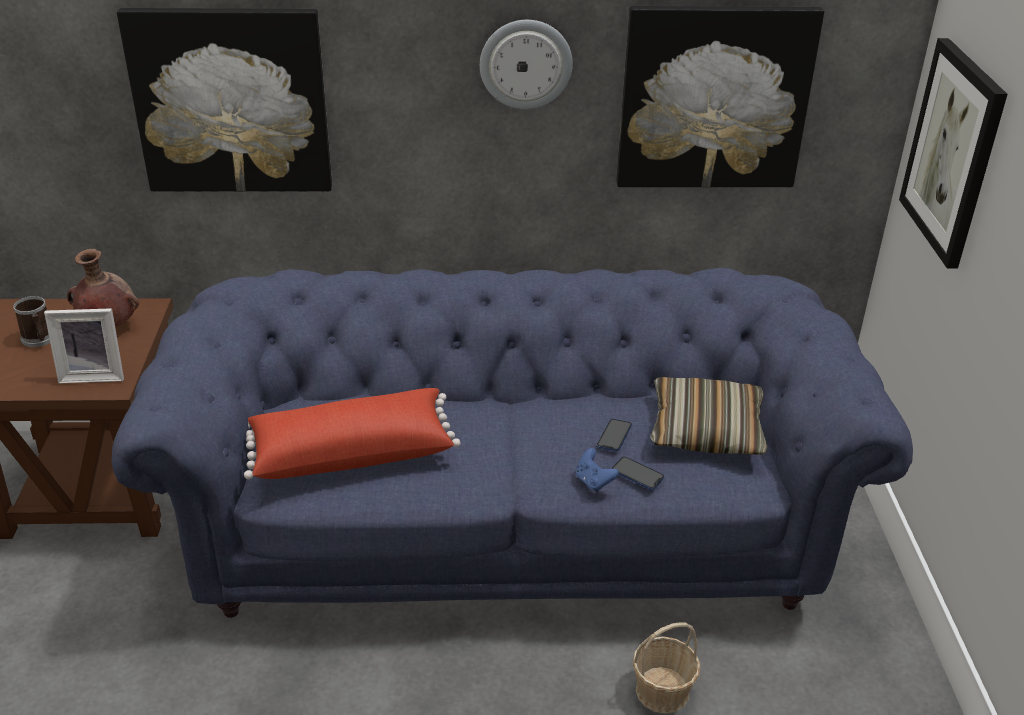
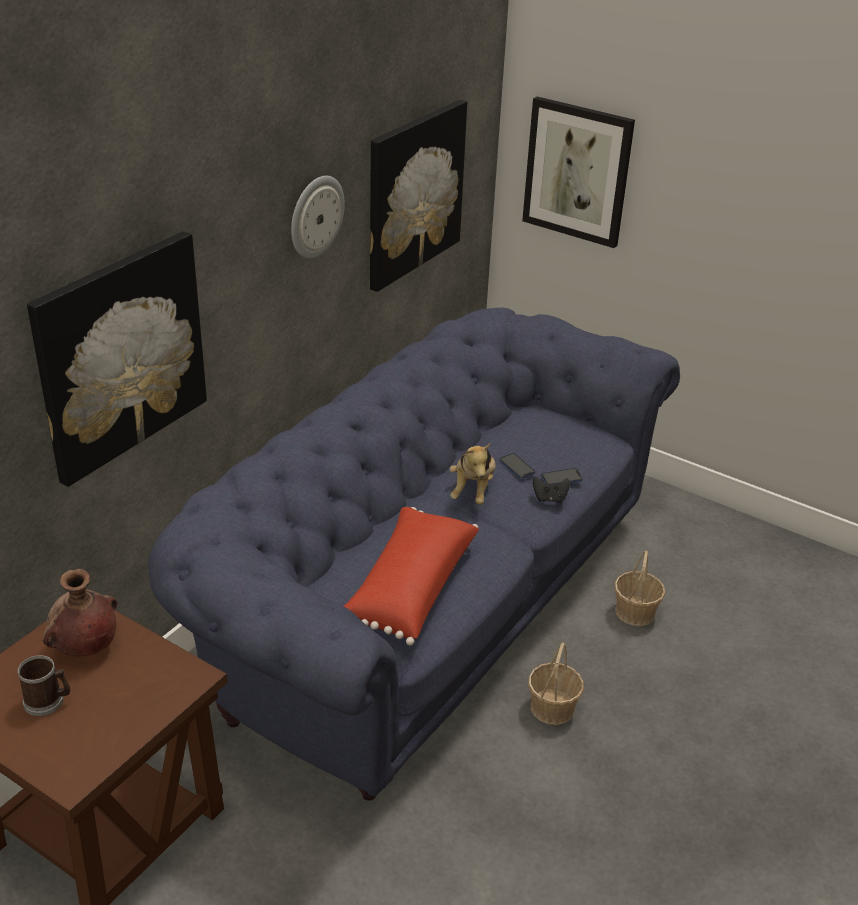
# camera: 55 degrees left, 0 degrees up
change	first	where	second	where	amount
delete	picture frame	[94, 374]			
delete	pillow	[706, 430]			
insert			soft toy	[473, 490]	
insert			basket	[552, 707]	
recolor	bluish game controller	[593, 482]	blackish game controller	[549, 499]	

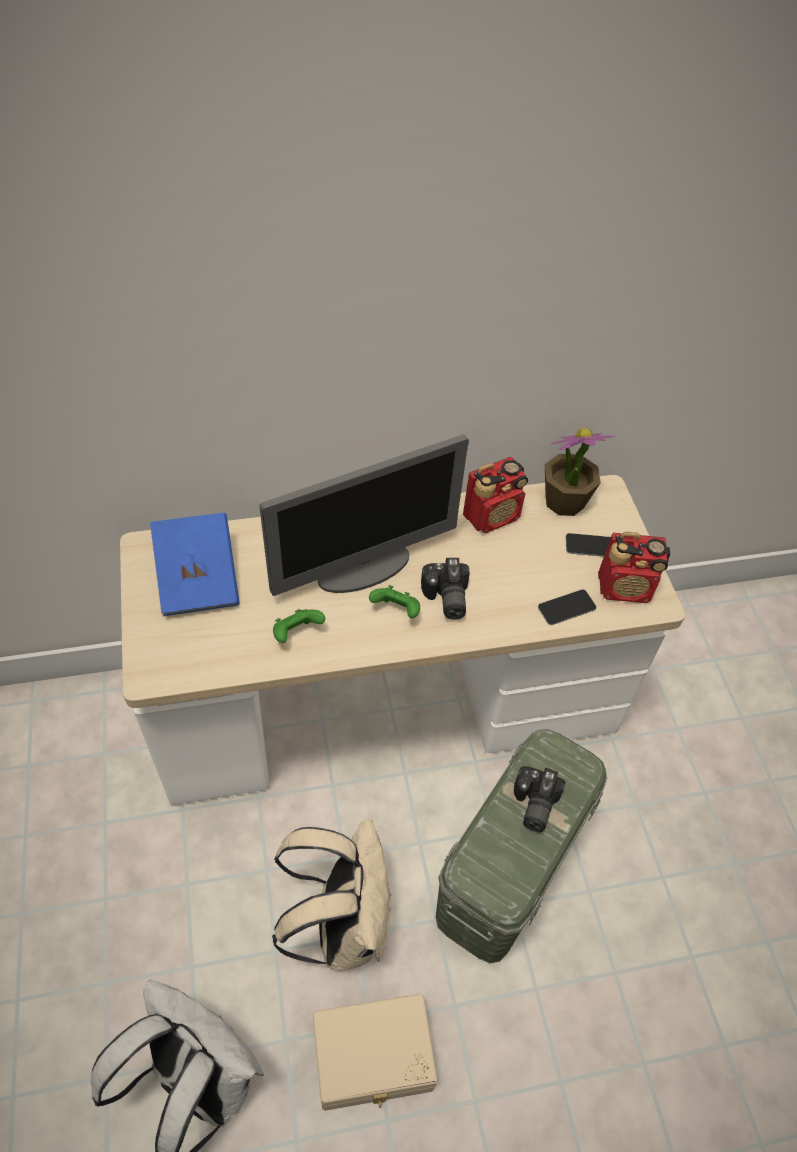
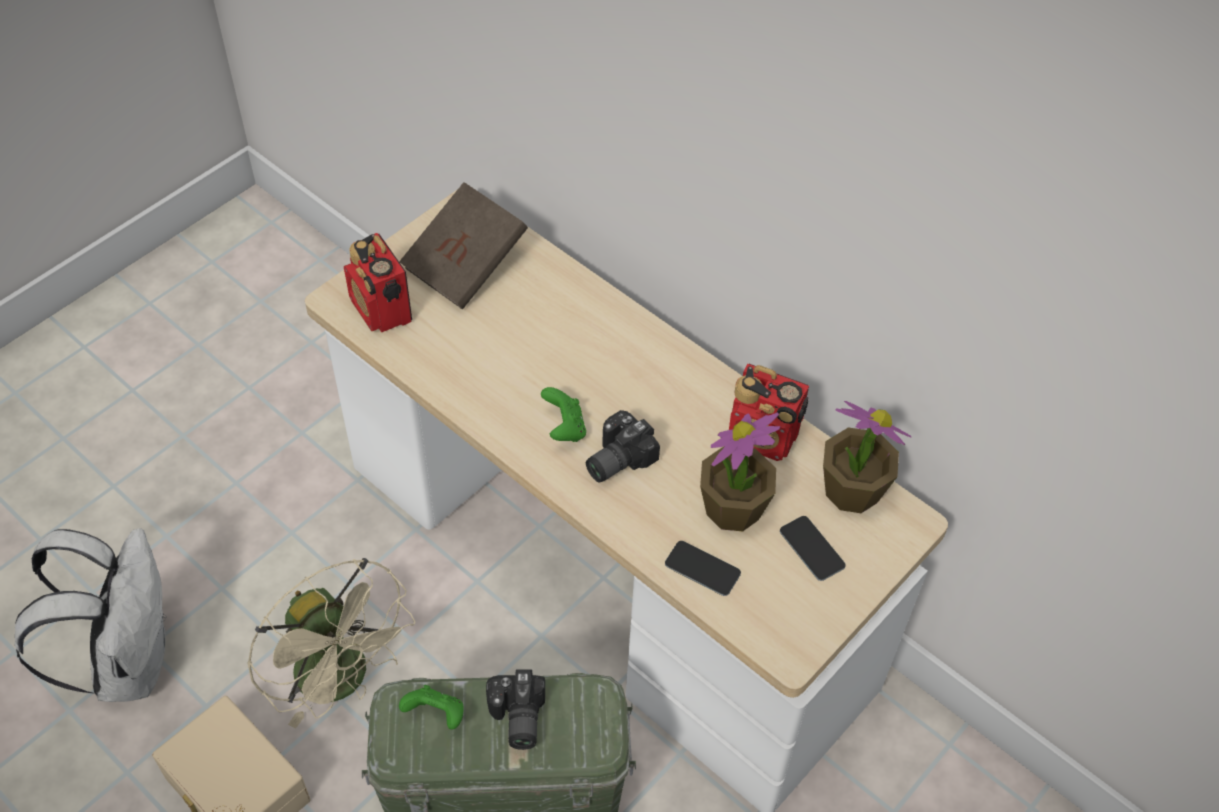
# camera: 55 degrees right, 0 degrees up
change	first	where	second	where	amount
delete	computer display	[365, 568]			
insert			houseplant	[733, 509]	
move	green game controller	[296, 633]		[436, 715]	
move	radio set	[625, 588]		[381, 311]	
replace	sand-coloured backpack	[341, 923]	sand-coloured electric fan	[343, 681]	
recolor	bluish book	[198, 579]	brownish book	[465, 265]	
rotate	still camera	[532, 804]		[515, 718]	75 degrees counterclockwise

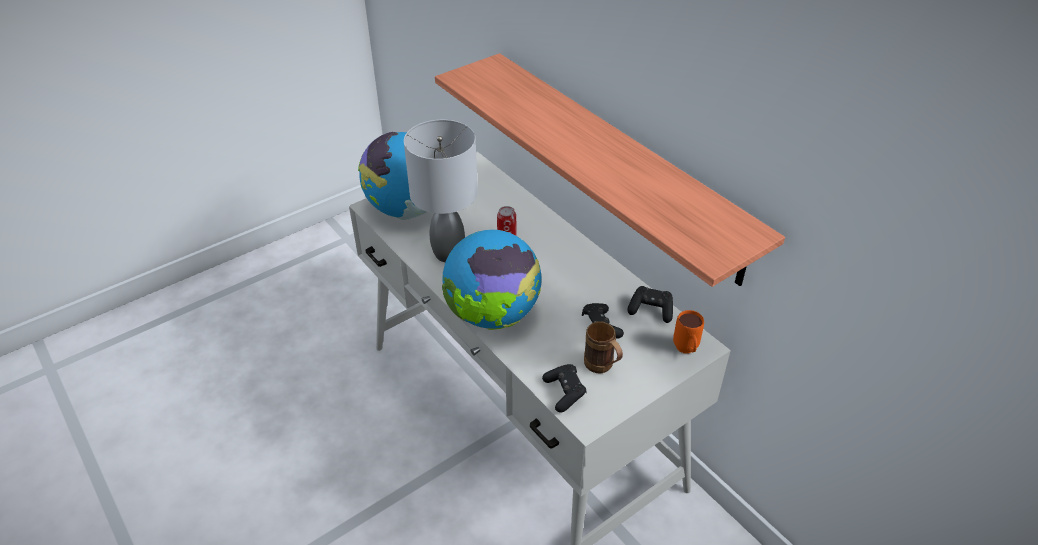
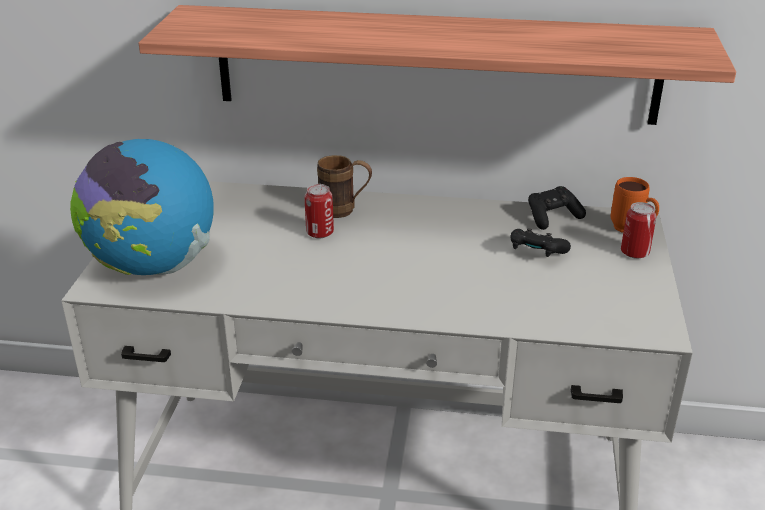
# camera: 45 degrees left, 10 degrees down
change	first	where	second	where	amount
delete	greyish table lamp	[449, 253]			
delete	world globe	[493, 315]			
delete	blackish game controller	[564, 392]			
insert			metal can	[634, 253]	
move	brownish mug	[602, 367]		[345, 211]	

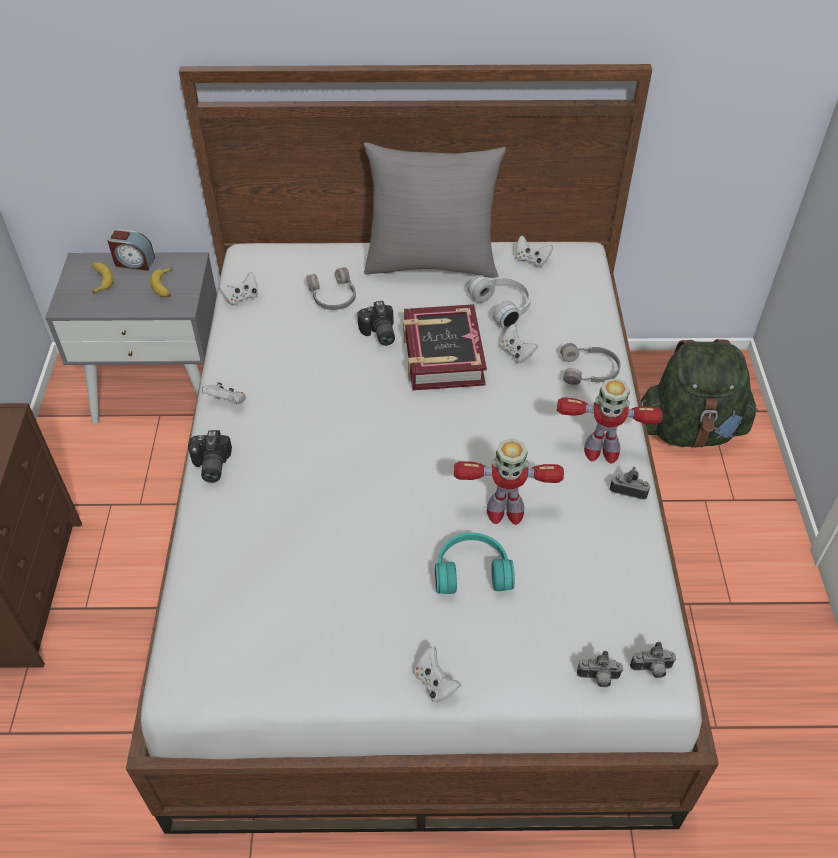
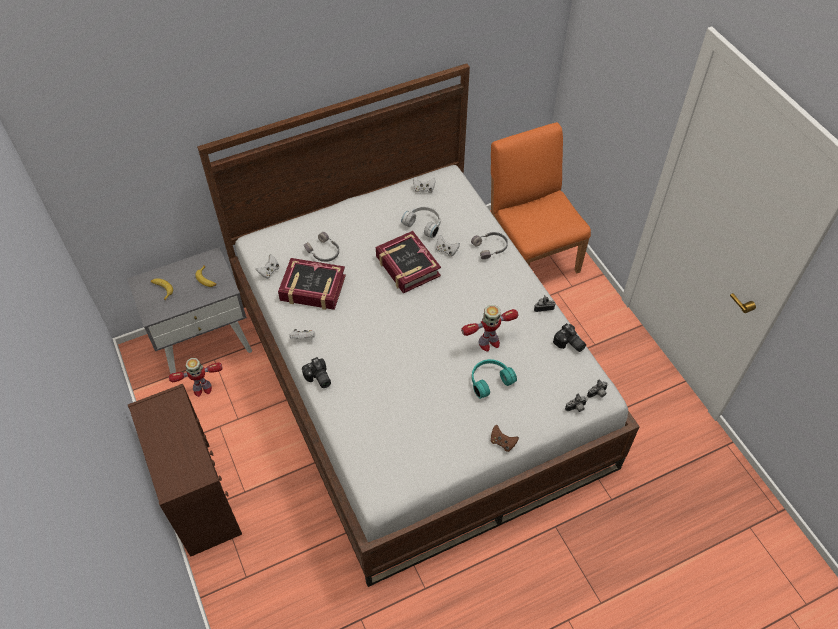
# camera: 25 degrees left, 5 degrees up
change	first	where	second	where	amount
delete	alarm clock	[134, 262]			
delete	greyish pillow	[431, 263]			
insert			book	[313, 288]	
move	still camera	[378, 334]		[569, 344]	
move	model robot	[600, 450]		[202, 389]	
replace	green backpack	[689, 430]	orange plain chair	[531, 253]	
recolor	white-coloured game controller	[435, 683]	brownish game controller	[502, 442]	

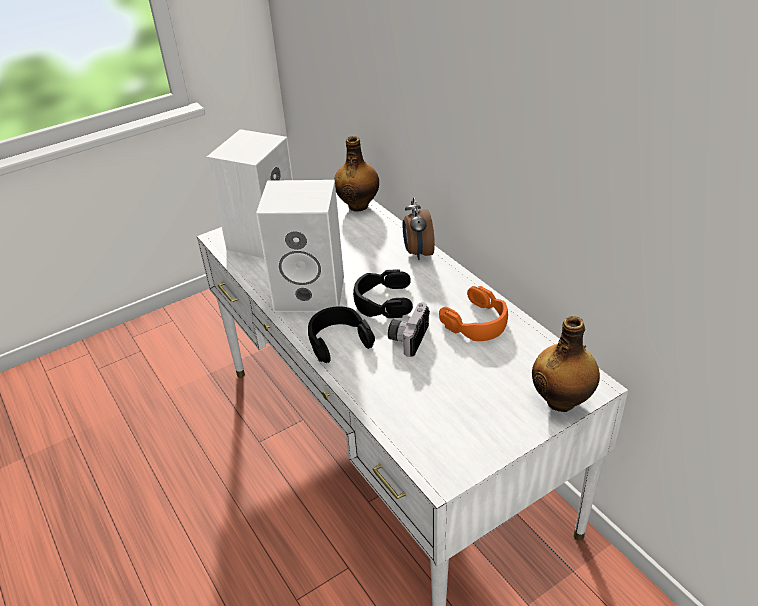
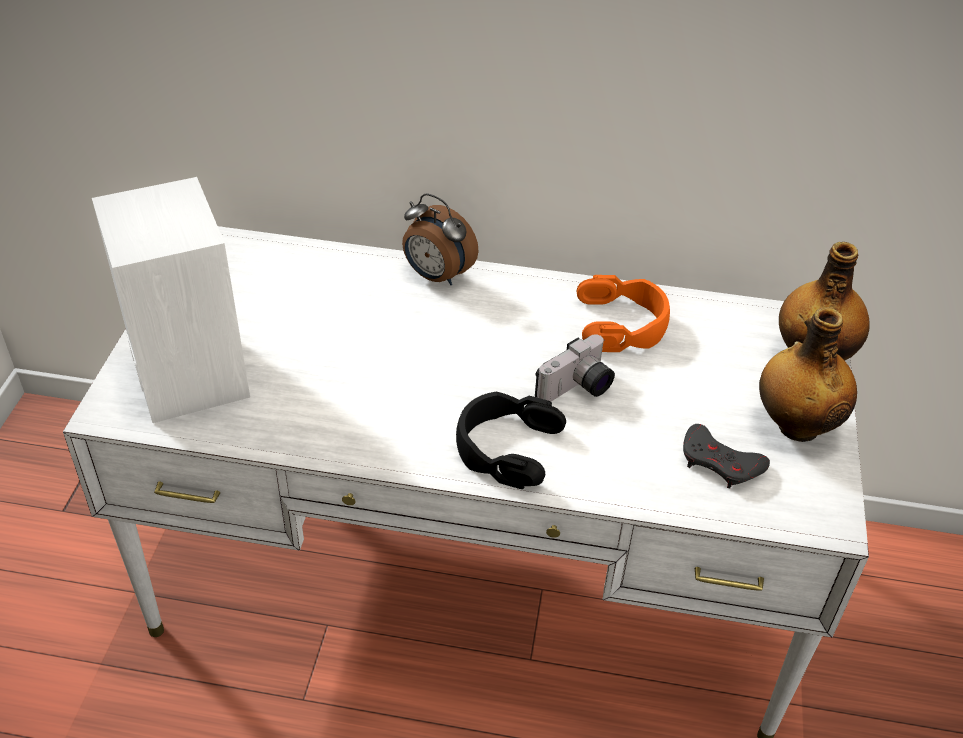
# camera: 50 degrees left, 5 degrees up
change	first	where	second	where	amount
delete	white-coloured speaker	[311, 292]			
delete	blackish pair of headphones	[382, 301]			
insert			greyish game controller	[720, 462]	
move	bottle	[358, 205]		[795, 425]	
rotate	still camera	[408, 337]		[577, 390]	105 degrees counterclockwise

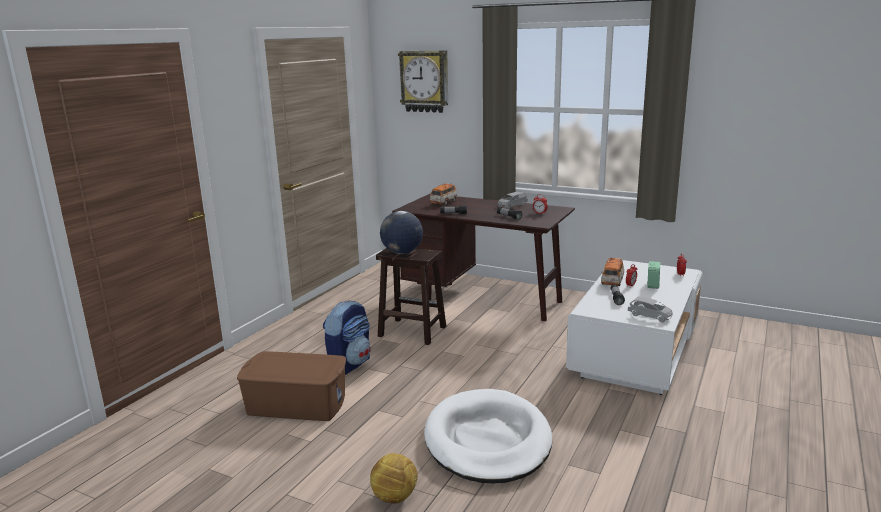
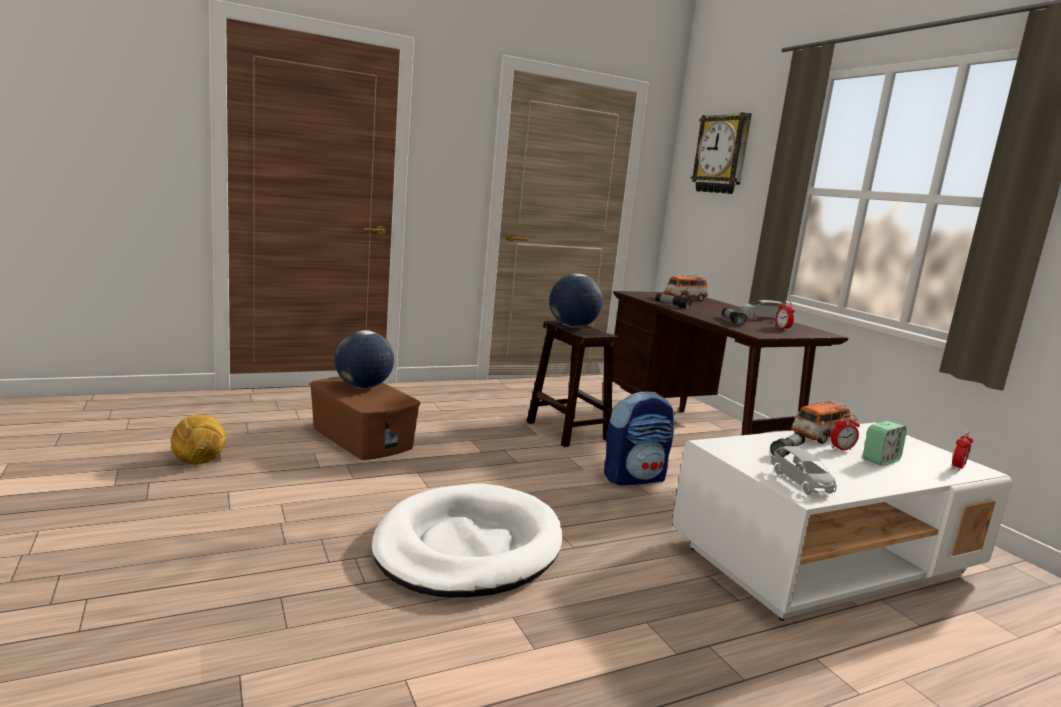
# camera: 35 degrees right, 5 degrees down
change	first	where	second	where	amount
insert			world globe	[363, 386]	
move	backpack	[349, 364]		[634, 478]	
move	football ball	[395, 497]		[199, 462]	

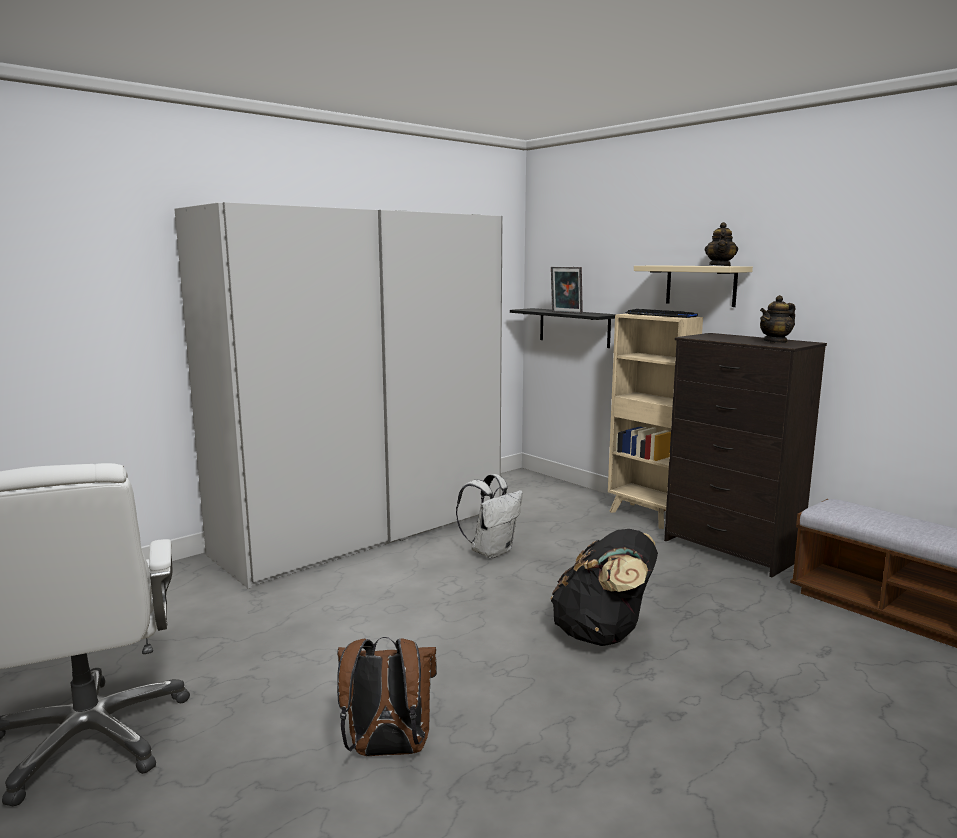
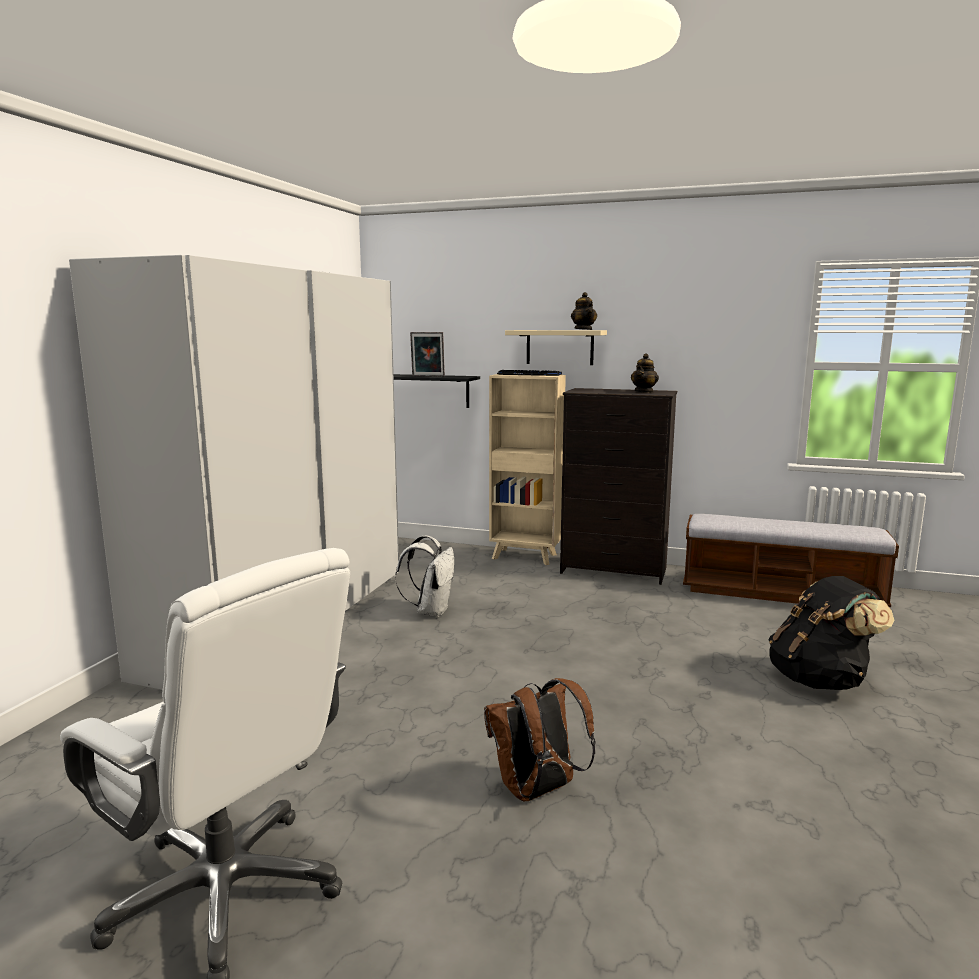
# camera: 30 degrees left, 0 degrees up
change	first	where	second	where	amount
move	blackish backpack	[603, 634]		[820, 680]	

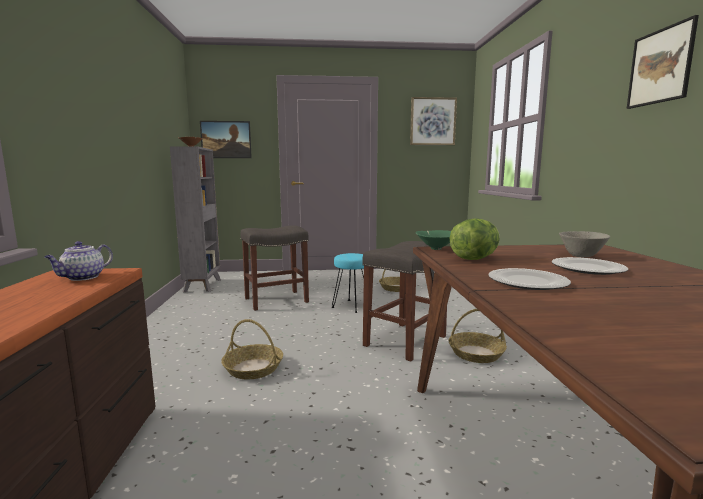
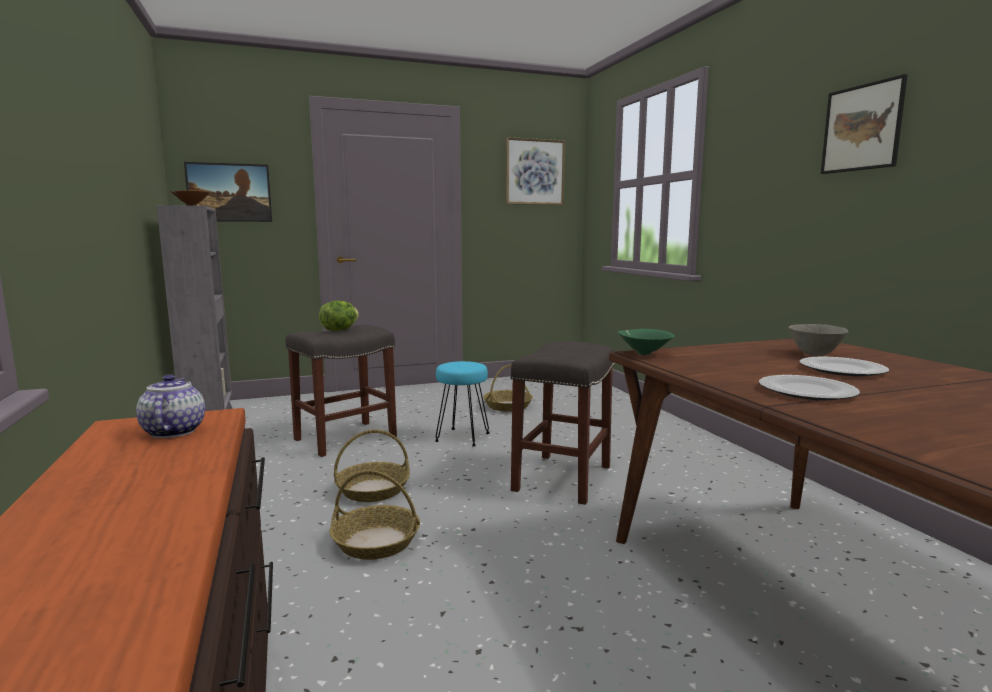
# camera: 15 degrees left, 0 degrees up
change	first	where	second	where	amount
move	basket	[476, 354]		[372, 490]	
move	head of lettuce	[474, 258]		[339, 330]	
rotate	pot for tea	[82, 278]		[173, 431]	150 degrees clockwise

